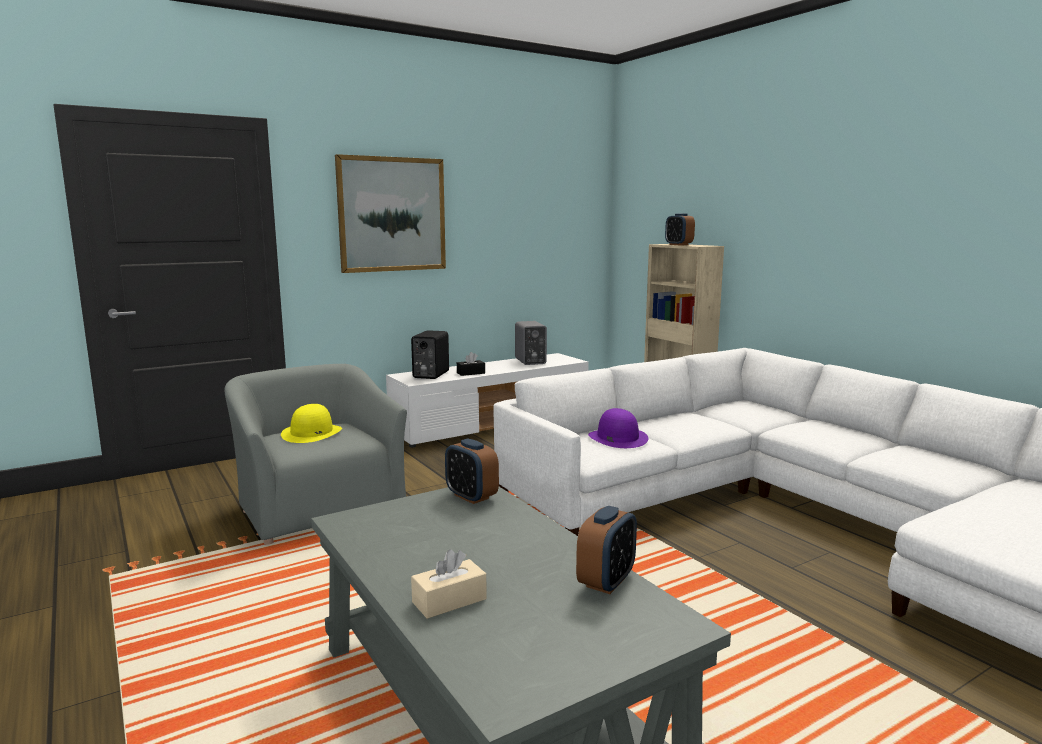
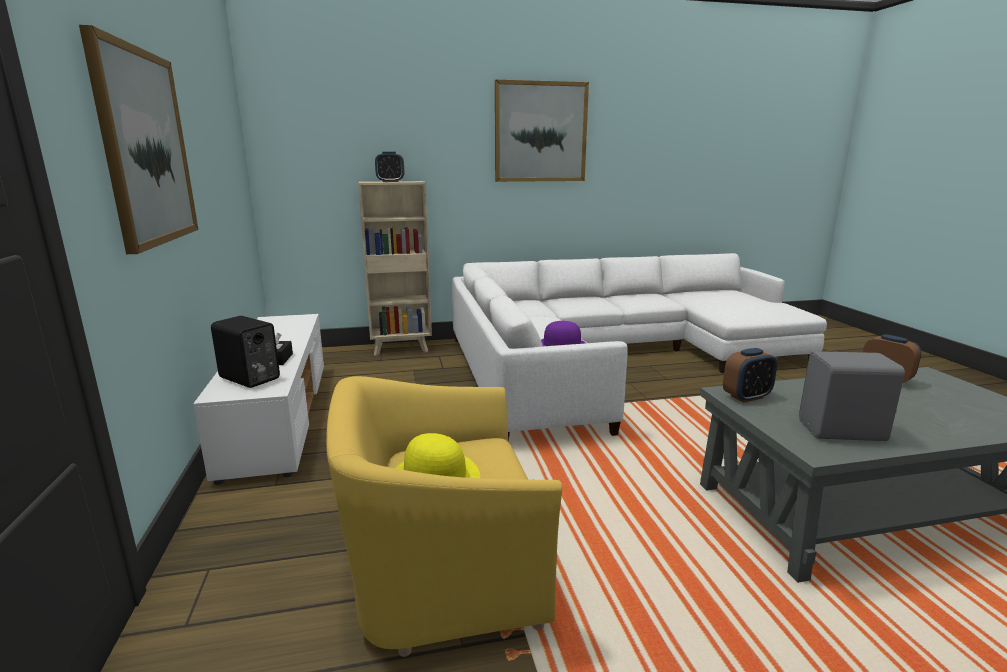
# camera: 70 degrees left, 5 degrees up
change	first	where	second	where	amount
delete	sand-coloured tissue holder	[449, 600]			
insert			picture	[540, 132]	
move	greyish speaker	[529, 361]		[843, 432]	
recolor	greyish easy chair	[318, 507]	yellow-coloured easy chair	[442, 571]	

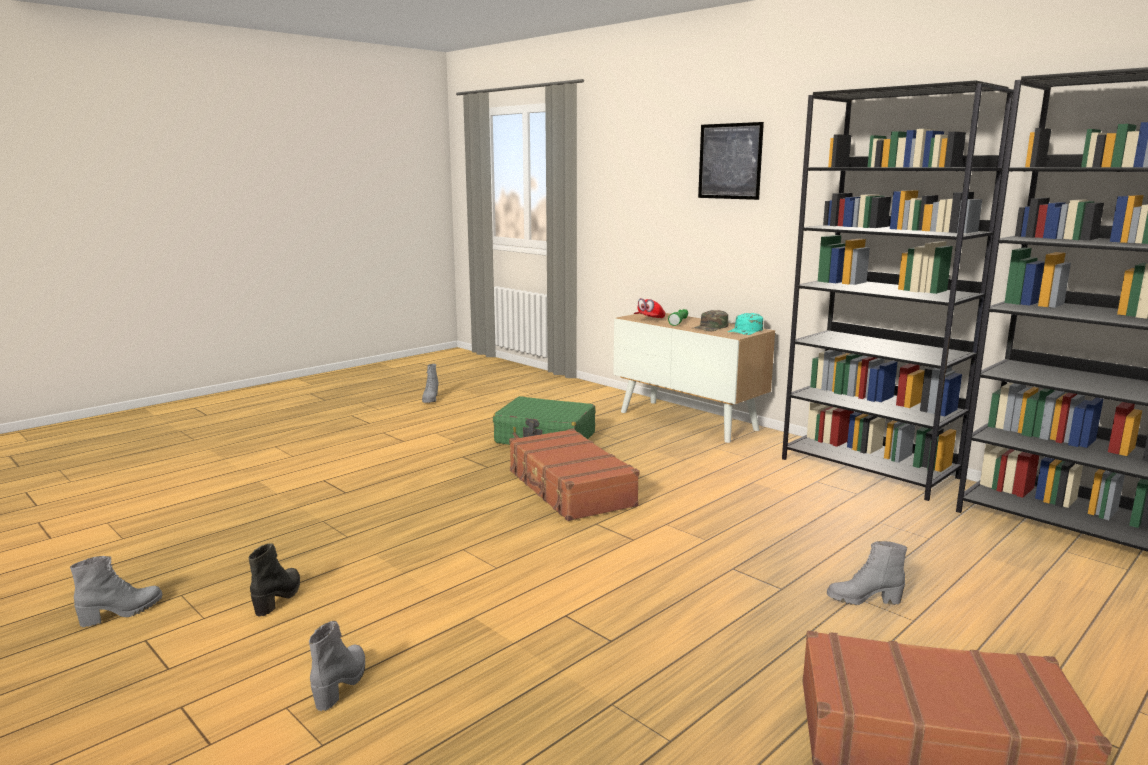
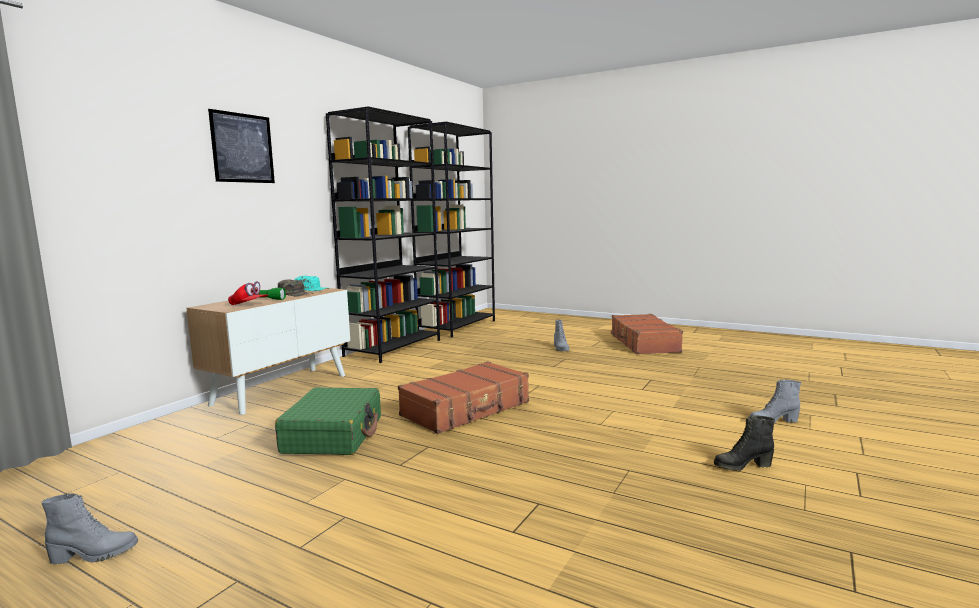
# camera: 105 degrees left, 5 degrees down
change	first	where	second	where	amount
delete	greyish tall boot	[122, 613]			

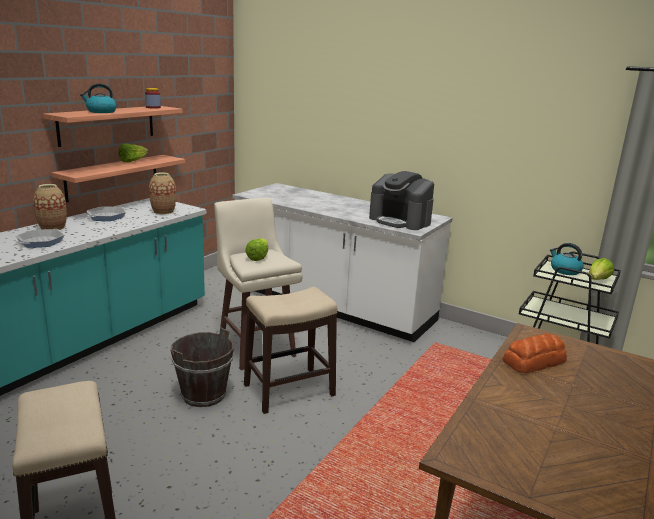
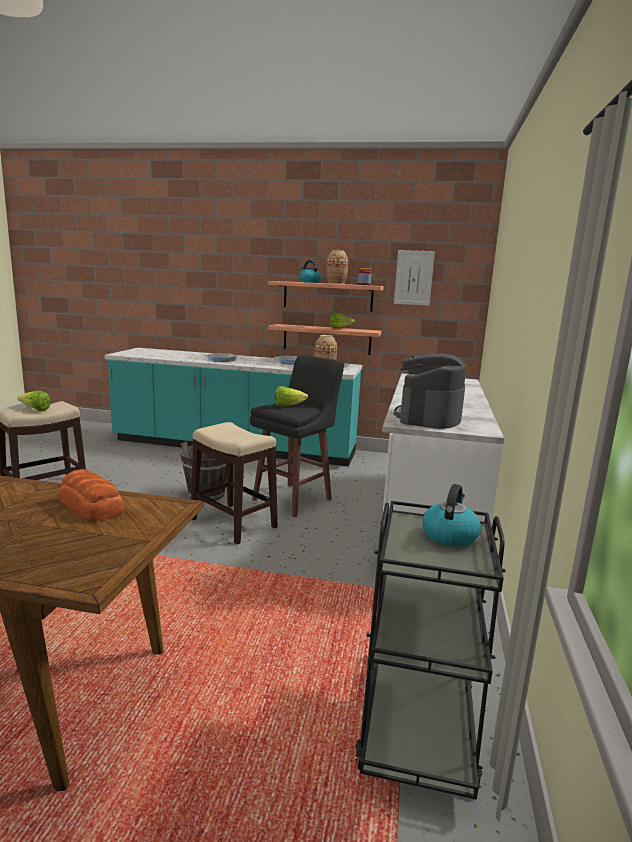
# camera: 70 degrees right, 5 degrees down
change	first	where	second	where	amount
insert			picture	[413, 278]	
move	vase	[52, 228]		[336, 283]	
move	head of lettuce	[597, 281]		[35, 410]	
recolor	sand-coloured stool seat	[256, 348]	blackish stool seat	[294, 499]	

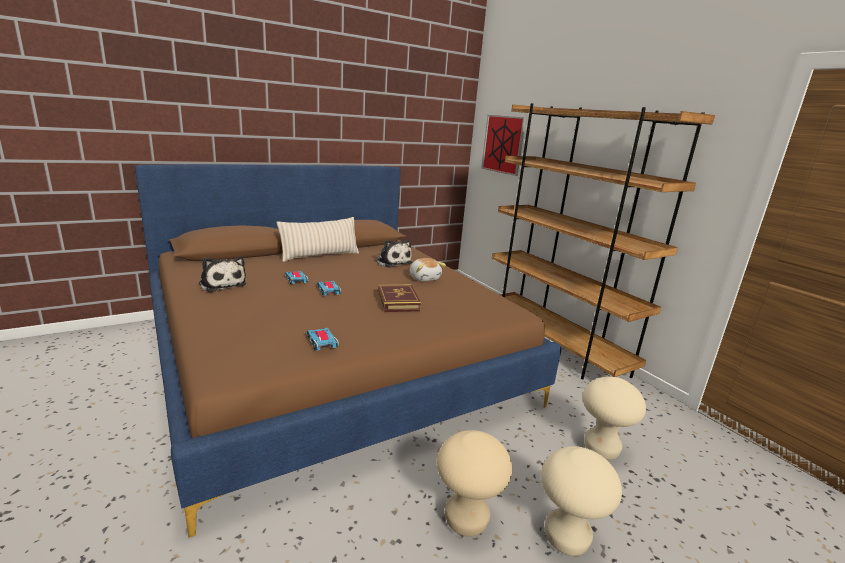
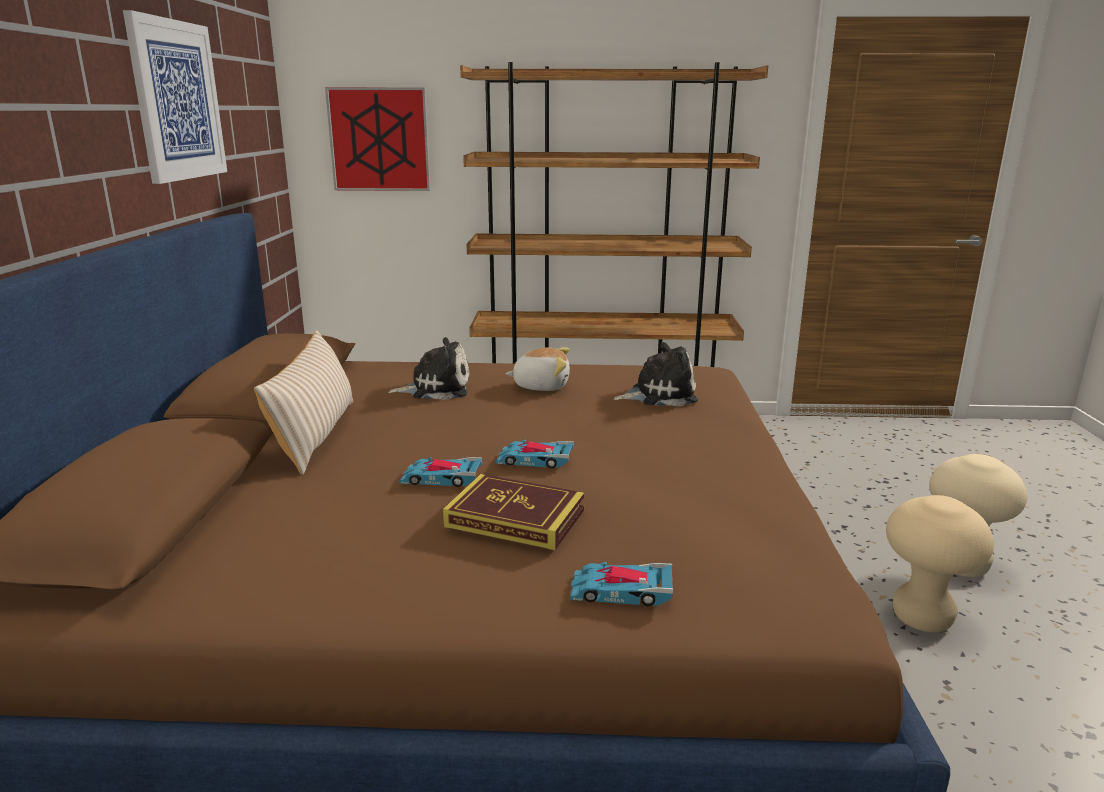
# camera: 55 degrees left, 0 degrees up
change	first	where	second	where	amount
delete	sand-coloured stool seat	[600, 450]			
insert			picture	[177, 100]	
move	soft toy	[222, 284]		[659, 395]	
move	toy car	[321, 341]		[621, 591]	
move	book	[398, 301]		[515, 518]	

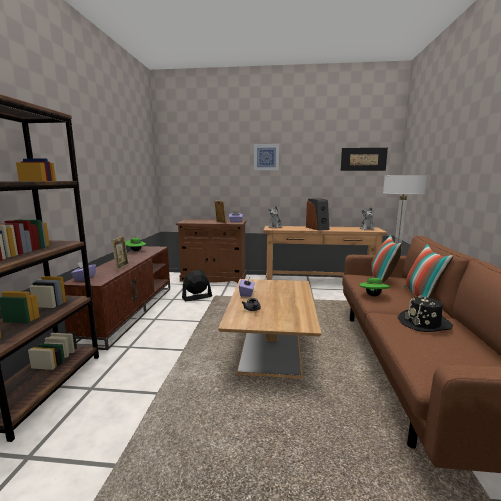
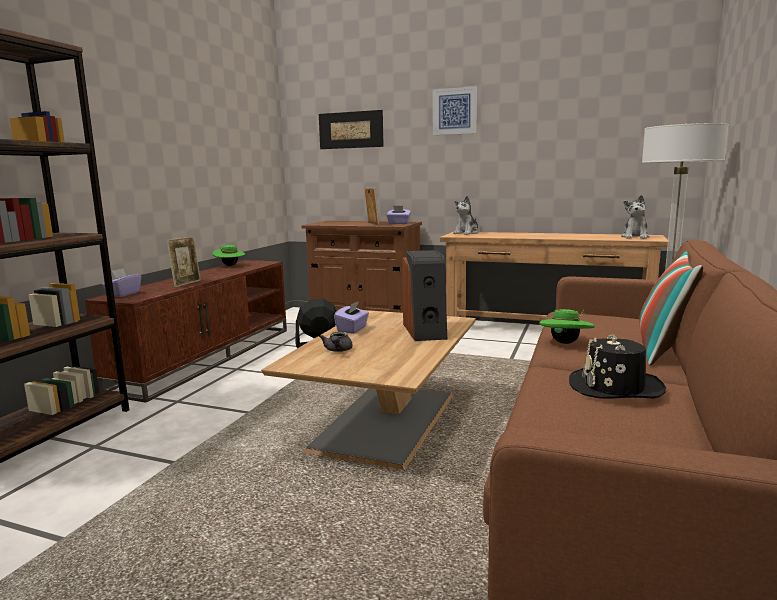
# camera: 15 degrees right, 0 degrees up
change	first	where	second	where	amount
delete	pillow	[382, 280]			
move	speaker	[317, 228]		[426, 331]	
move	picture	[363, 159]		[350, 130]	

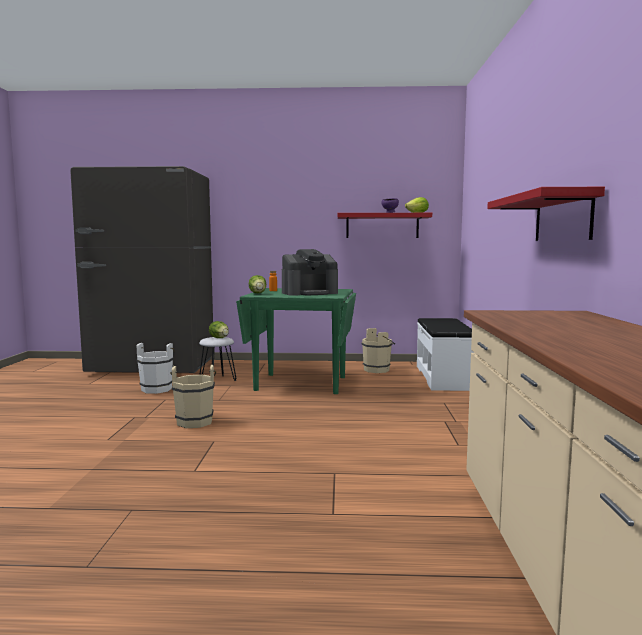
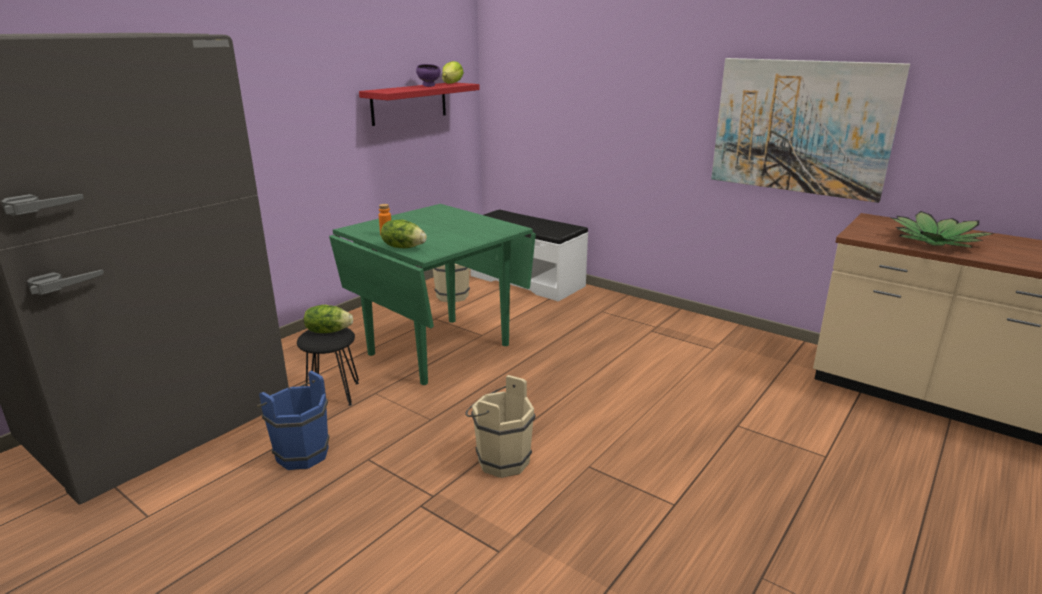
# camera: 55 degrees left, 15 degrees up
change	first	where	second	where	amount
delete	coffee machine	[309, 293]			
insert			houseplant	[936, 241]	
replace	red bracket shelf	[562, 217]	picture	[800, 127]	
recolor	white-coloured bucket	[157, 389]	bluish bucket	[300, 452]	
recolor	white-coloured stool seat	[217, 380]	blackish stool seat	[332, 394]	

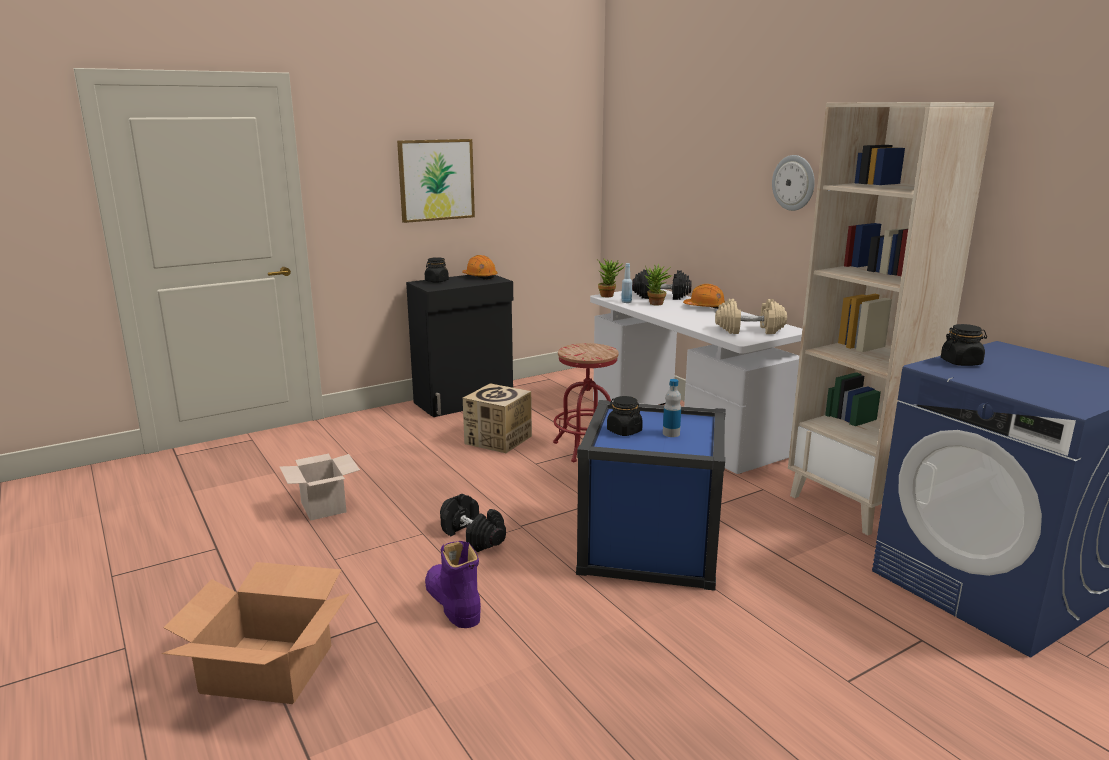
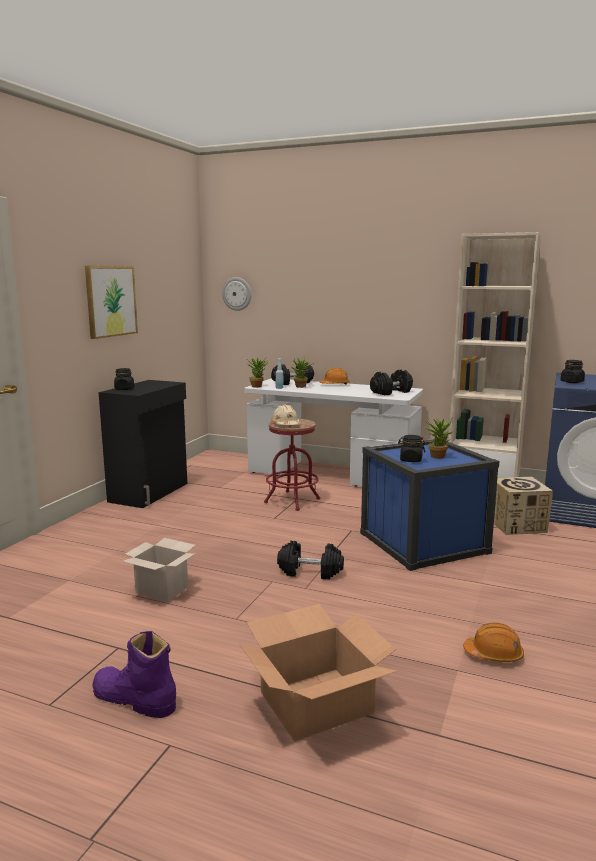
# camera: 35 degrees left, 5 degrees down
change	first	where	second	where	amount
insert			sand-coloured safety helmet	[285, 424]	
move	purple tall boot	[453, 602]		[134, 699]	
move	orange safety helmet	[480, 277]		[493, 654]	
move	cardboard box	[498, 440]		[517, 525]	
move	wall clock	[794, 183]		[237, 294]	
replace	bottle	[671, 433]	houseplant	[437, 456]	
recolor	sand-coloured hand weight	[749, 330]	blackish hand weight	[391, 392]	

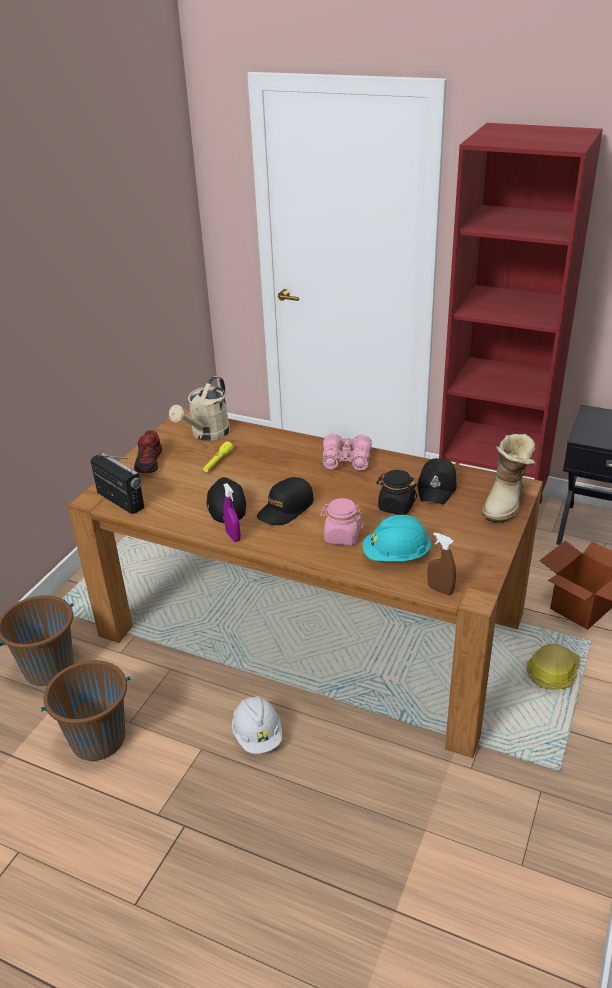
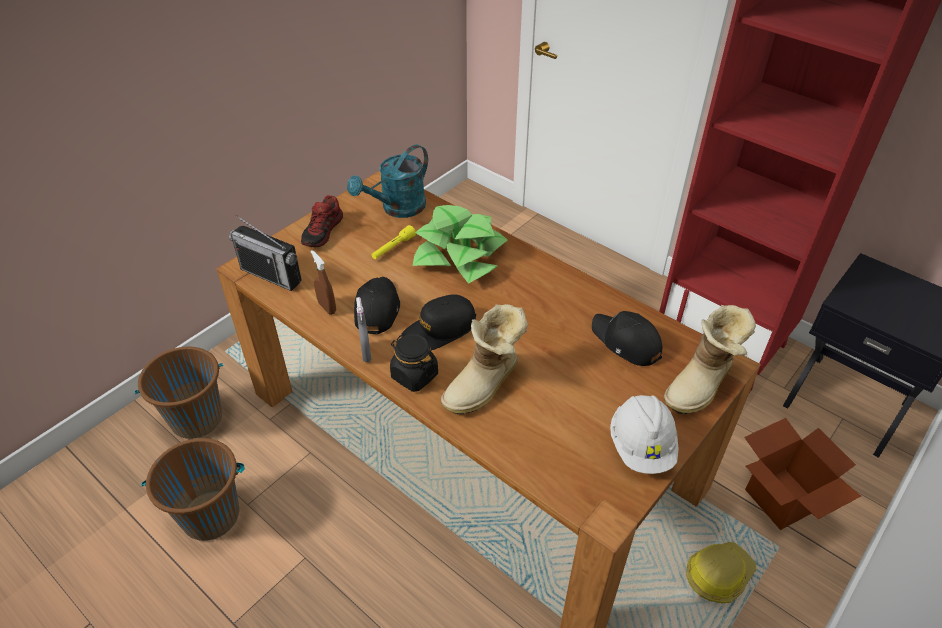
# camera: 15 degrees right, 10 degrees up
change	first	where	second	where	amount
delete	pink-coloured pair of binoculars	[346, 460]			
delete	blue-green safety helmet	[396, 556]			
insert			houseplant	[459, 254]	
move	white-coloured safety helmet	[258, 735]		[641, 446]	
move	blackish jar	[396, 506]		[414, 375]	
move	brownish spray bottle	[440, 590]		[327, 307]	
replace	pink-coloured jar	[341, 536]	tall boot	[485, 385]	
recolor	sand-coloured watering pot	[206, 434]	blue-green watering pot	[397, 209]	
recolor	purple spray bottle	[233, 536]	greyish spray bottle	[366, 353]	
rotate	radio set	[120, 500]		[271, 275]	150 degrees clockwise
rotate	blackish baseball cap	[437, 488]		[626, 342]	105 degrees clockwise

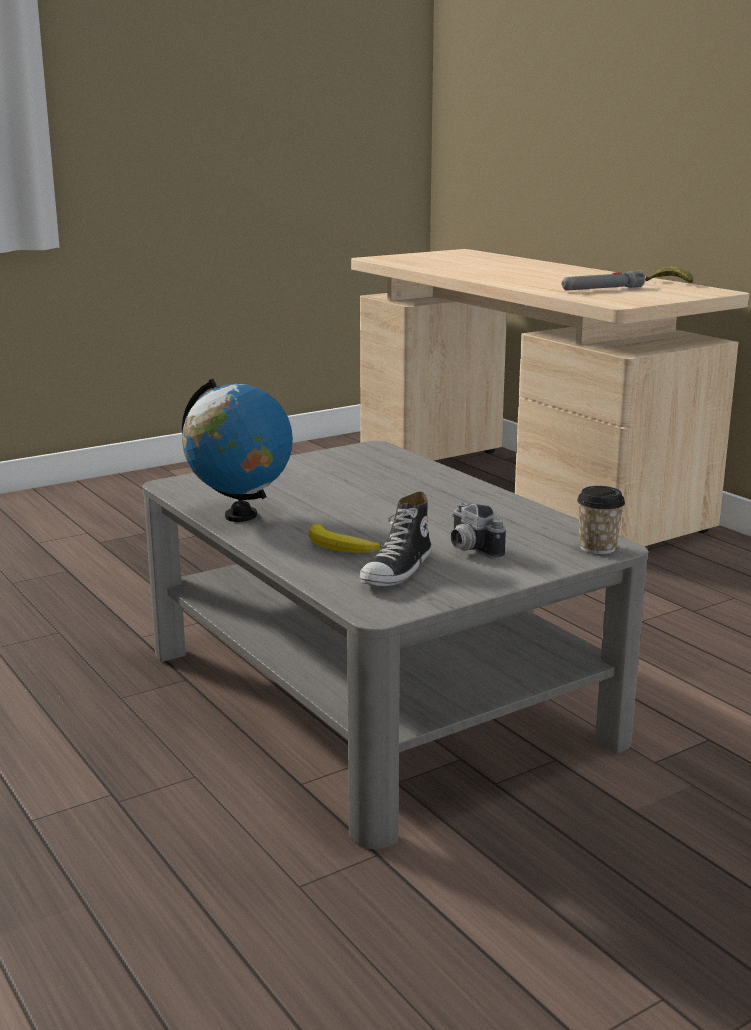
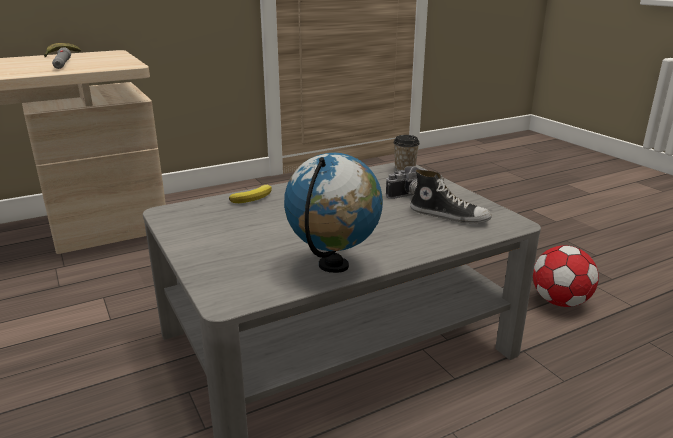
# camera: 85 degrees left, 5 degrees up
change	first	where	second	where	amount
insert			football ball	[560, 302]	
move	banana fruit	[340, 546]		[254, 197]	

